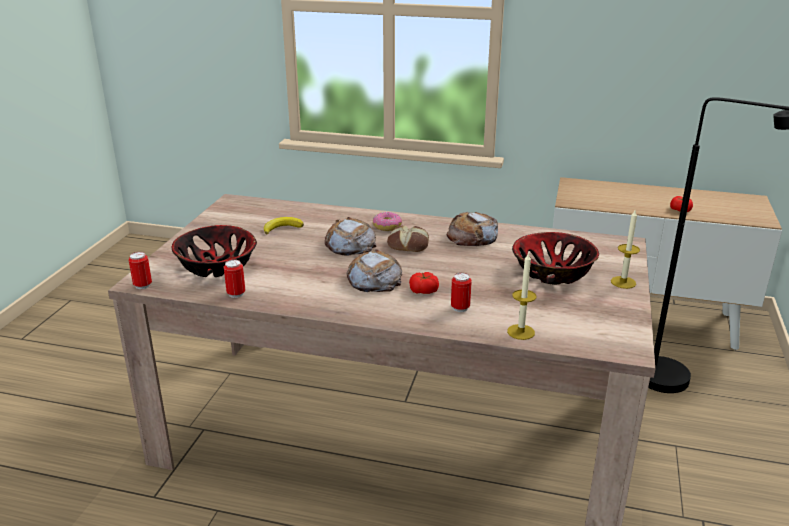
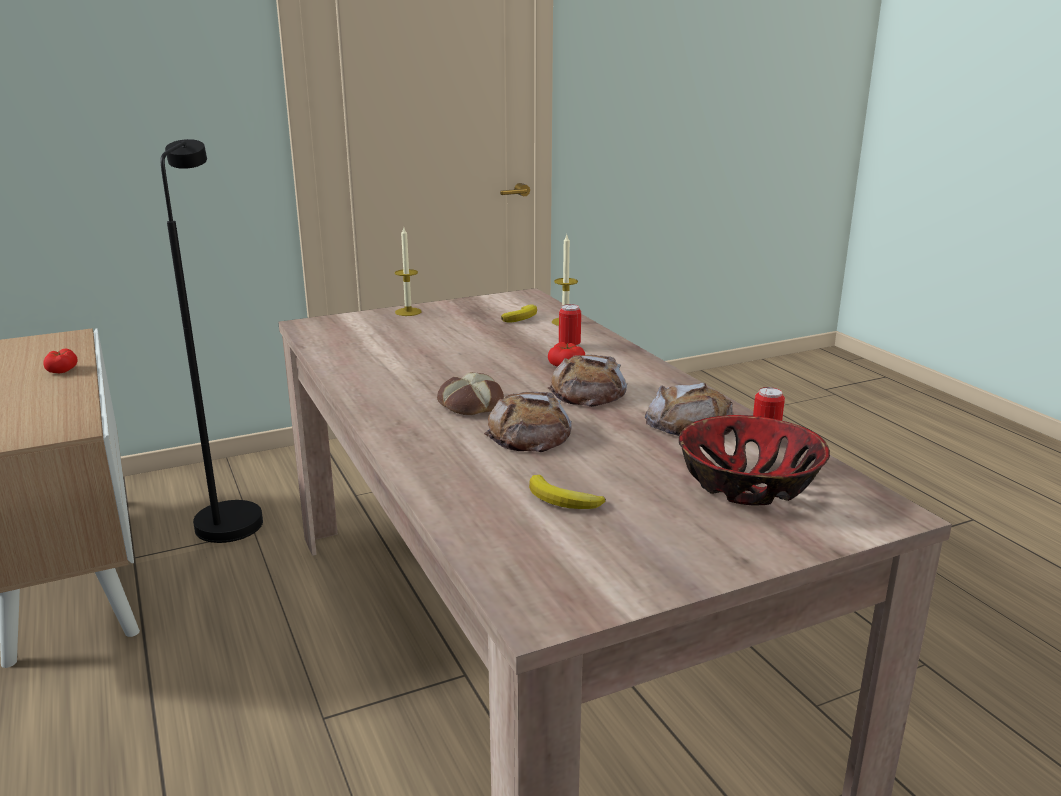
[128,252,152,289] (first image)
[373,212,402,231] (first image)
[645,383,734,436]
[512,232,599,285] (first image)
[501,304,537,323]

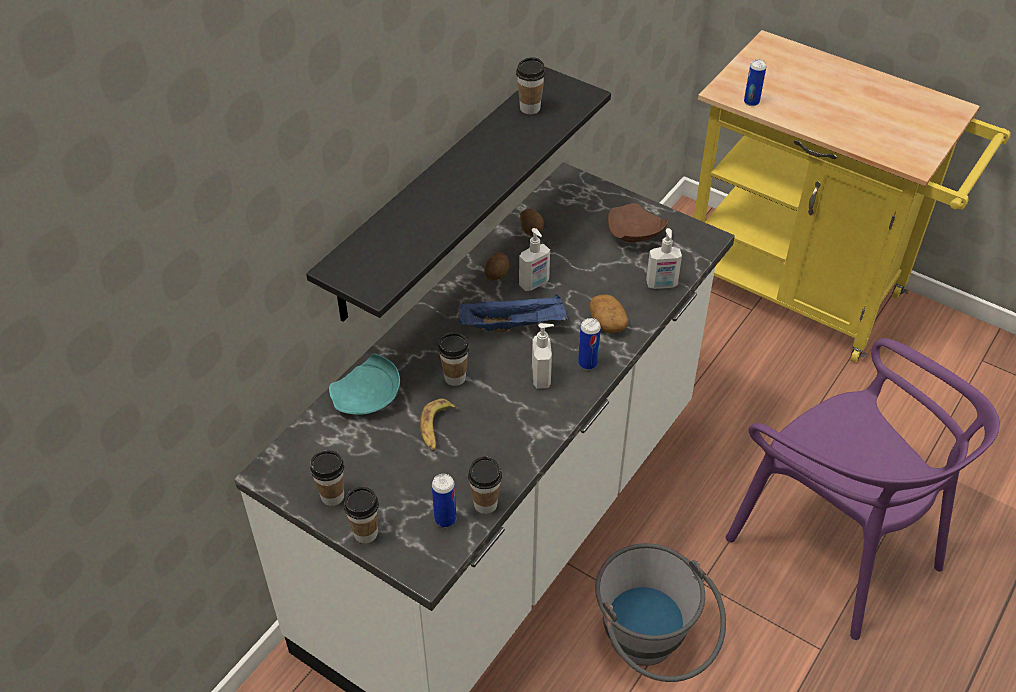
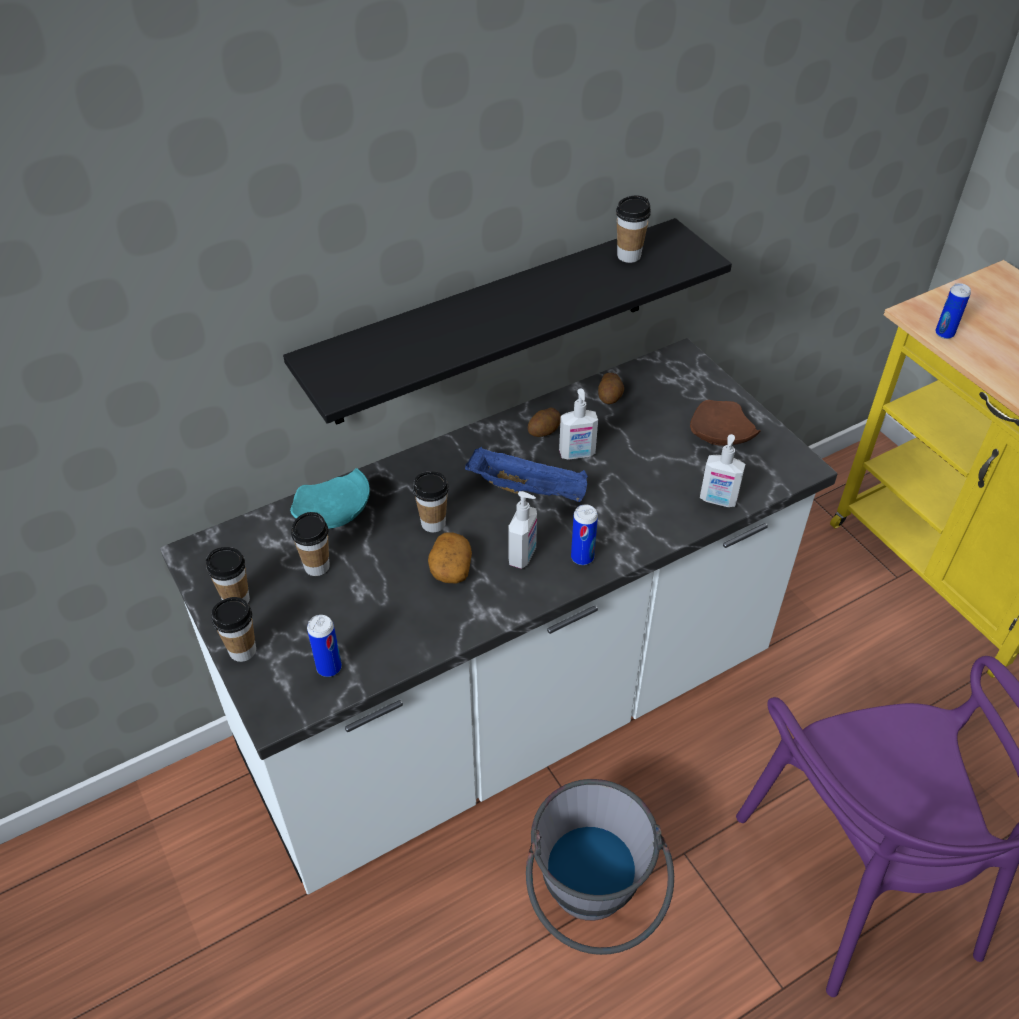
[420,399,458,452] (first image)
[291,512,330,576]
[428,532,472,584]

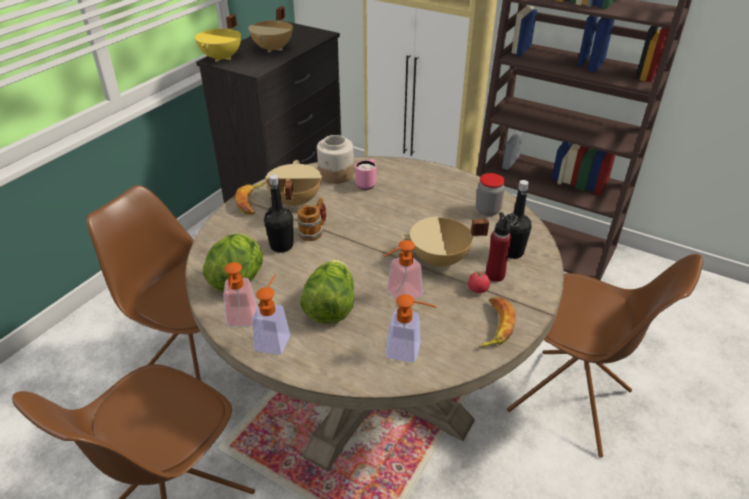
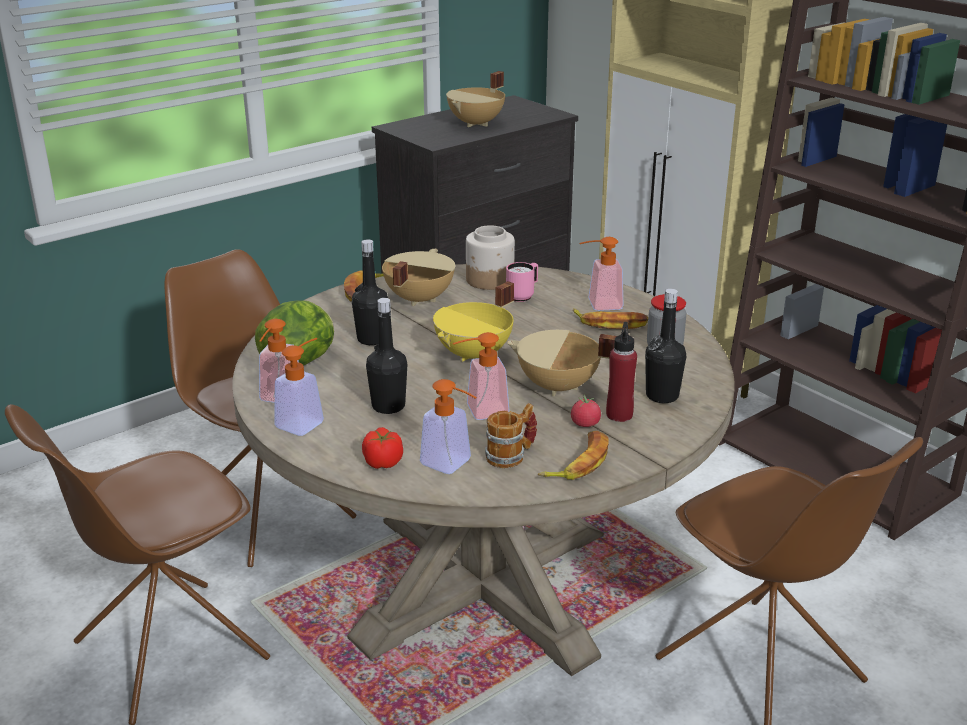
[433,281,514,362]
[485,403,537,468]
[366,298,407,414]
[362,427,403,469]
[573,308,648,329]
[579,237,624,311]

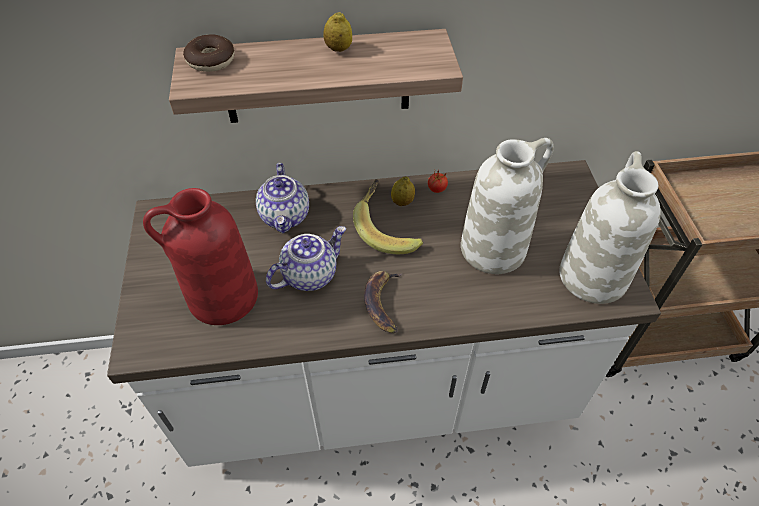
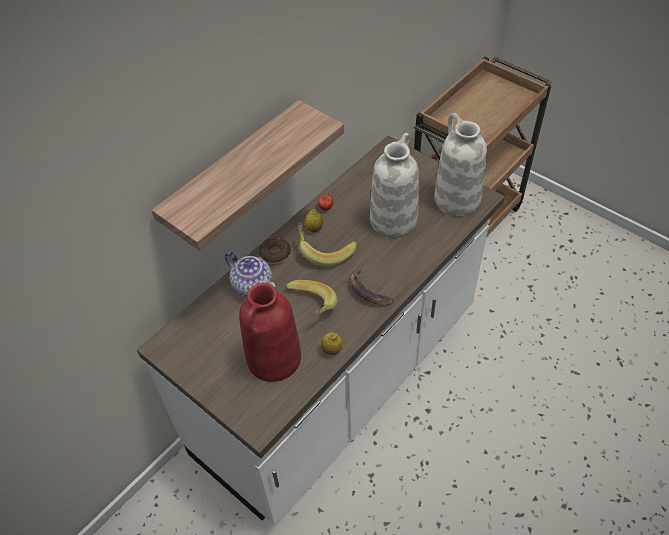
[259,238,291,264]
[285,280,338,316]
[321,332,342,355]

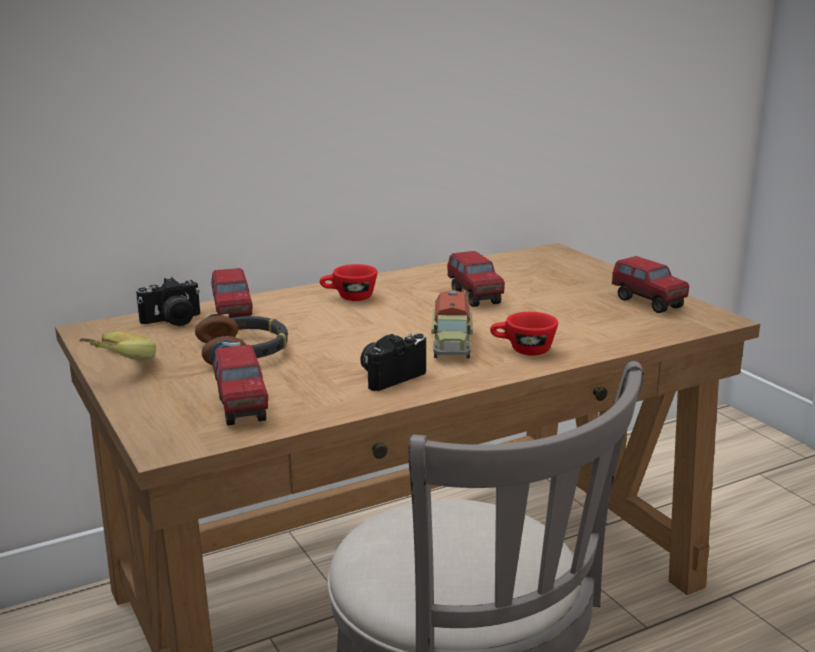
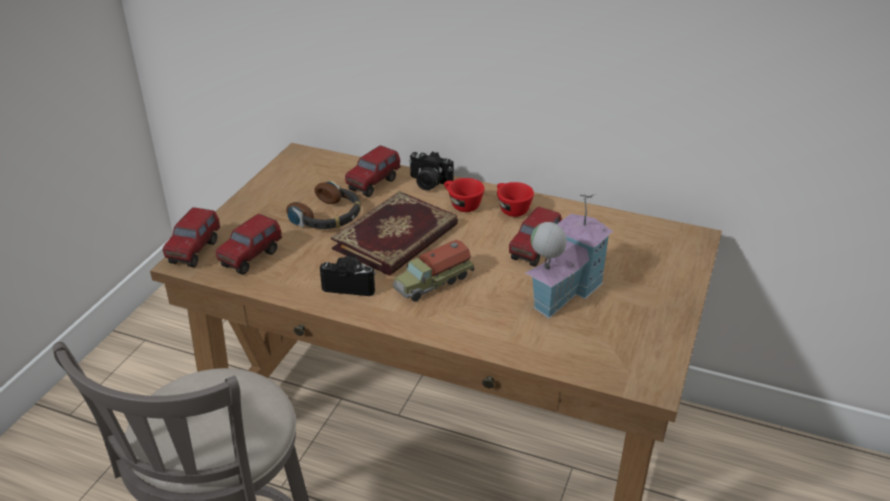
[79,332,156,361] (first image)
[409,151,454,191]
[497,182,534,217]
[163,207,220,267]
[331,191,458,276]
[525,194,613,319]

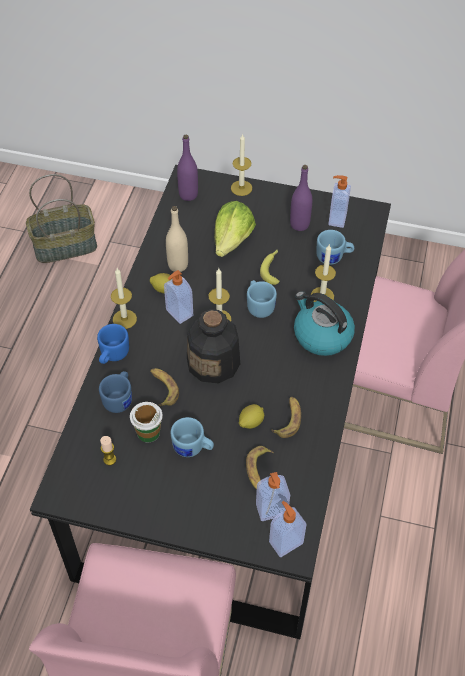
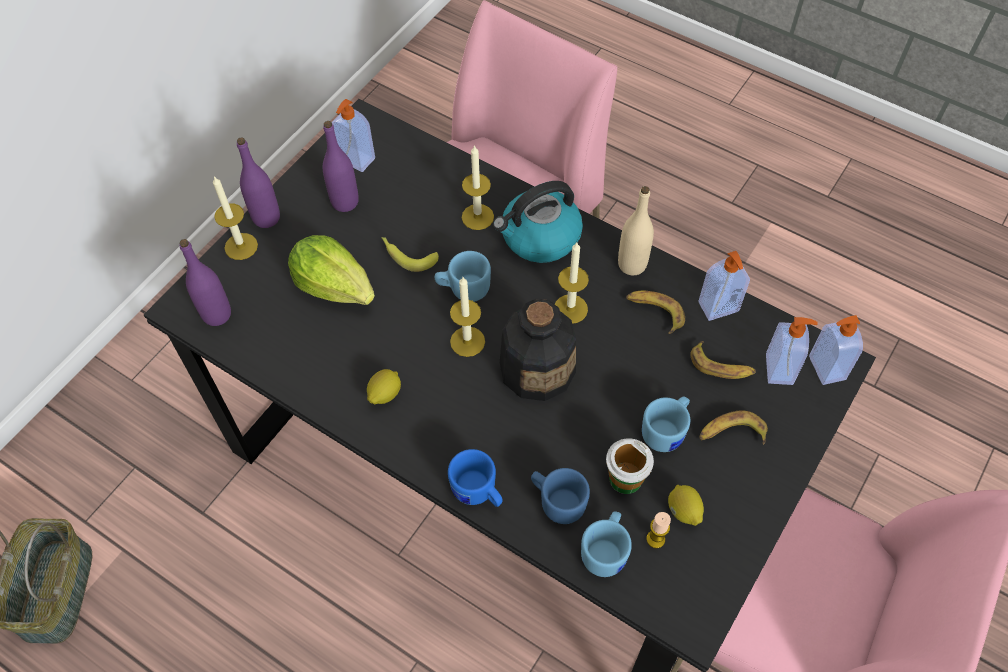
[555,242,589,323]
[699,411,768,445]
[698,251,750,321]
[618,186,654,275]
[668,485,704,526]
[581,511,632,577]
[237,138,280,228]

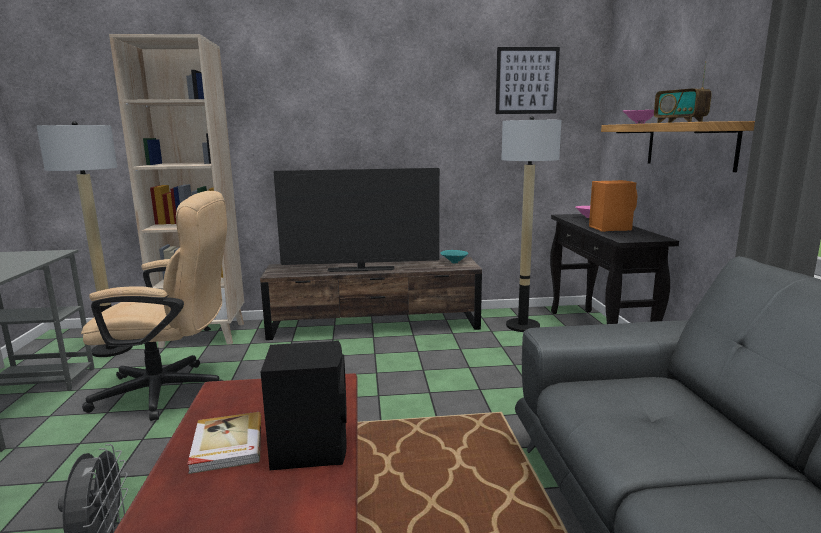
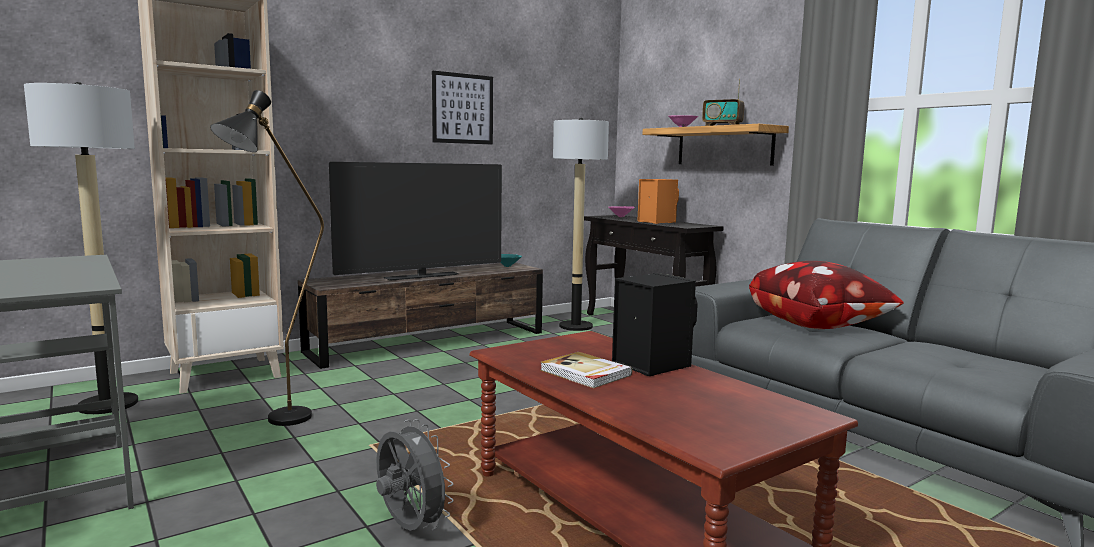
[210,90,324,426]
[432,71,493,144]
[749,261,904,329]

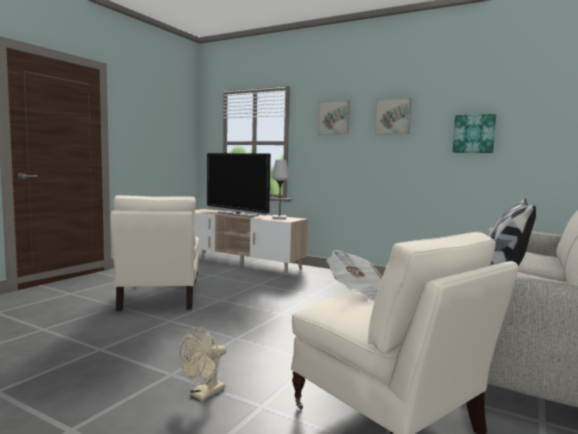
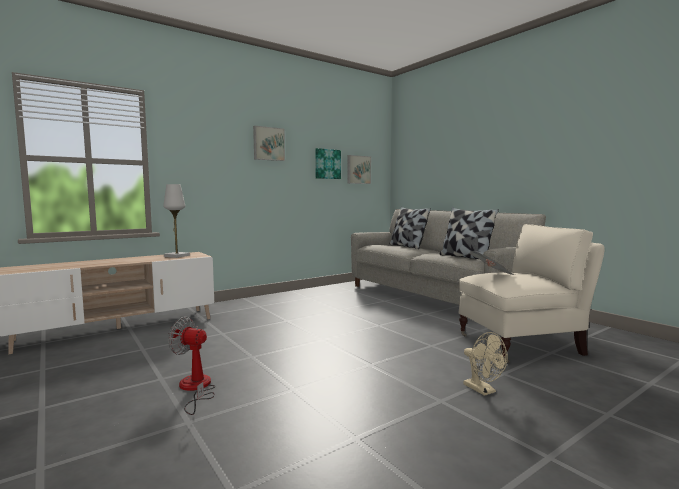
[168,317,215,415]
[207,153,271,217] (first image)
[347,155,371,184]
[389,207,431,249]

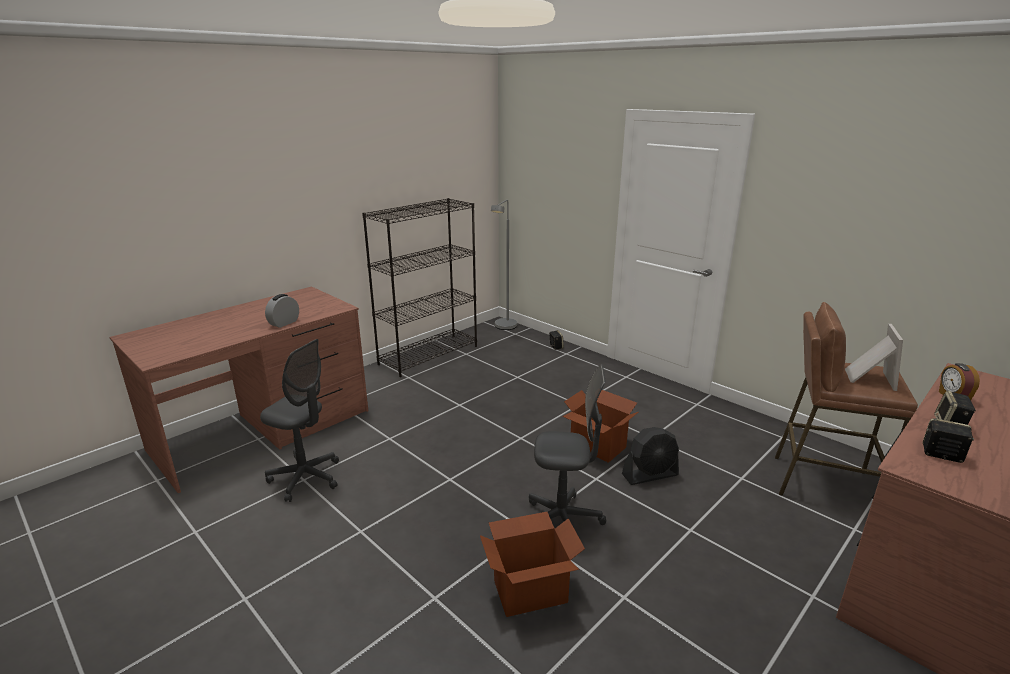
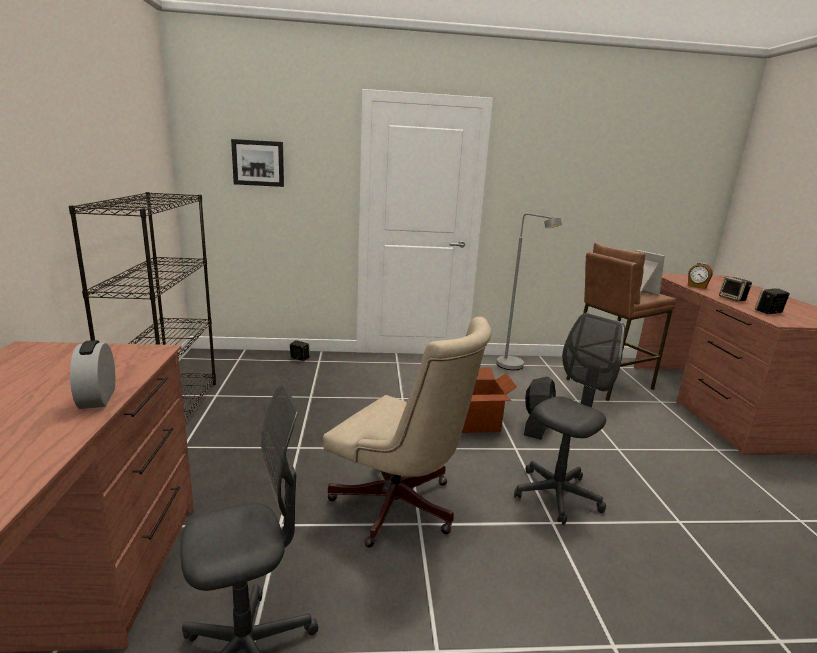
[480,512,585,617] (first image)
[496,213,562,370]
[231,139,284,187]
[323,317,492,547]

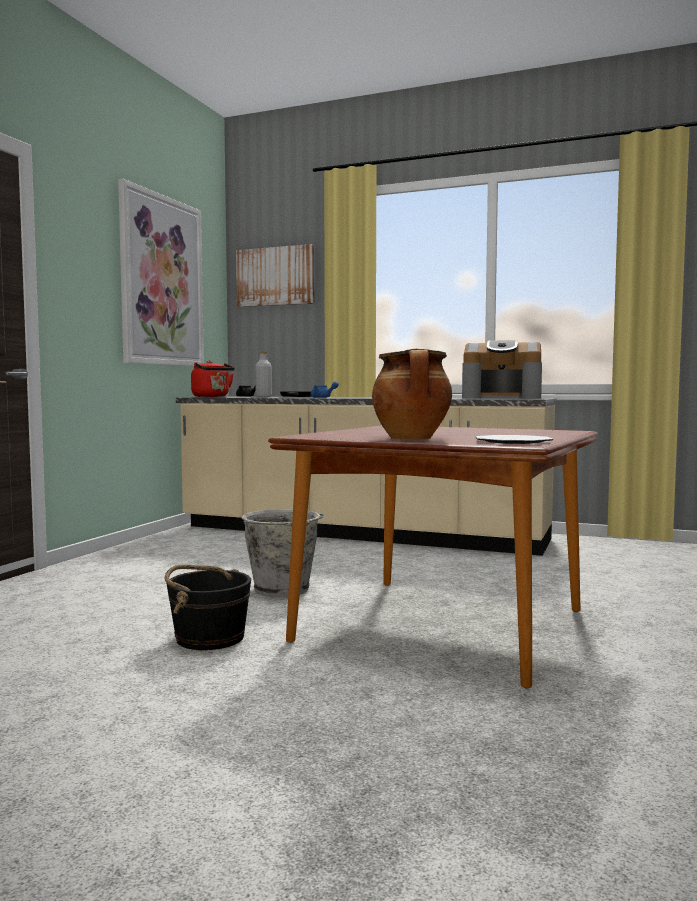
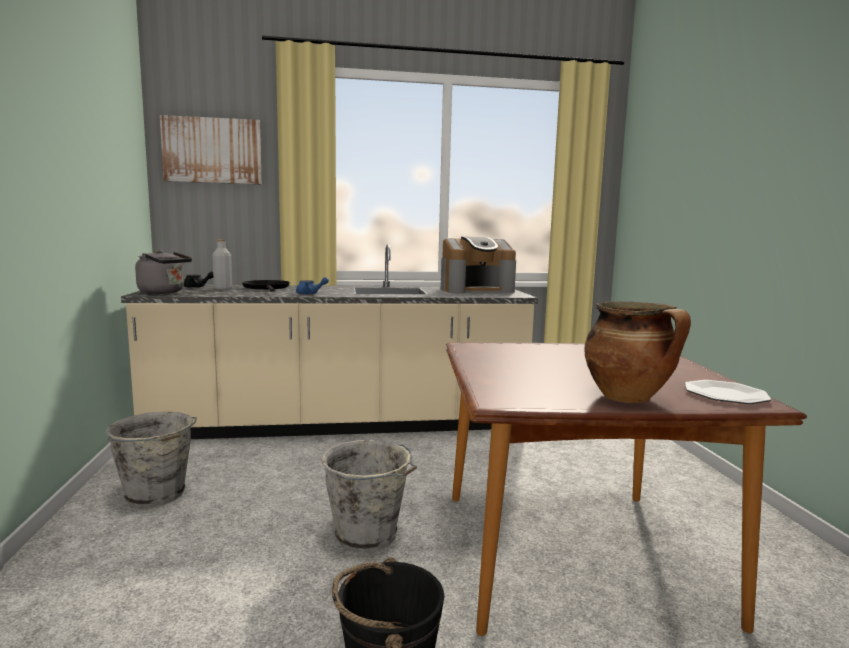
[118,179,204,366] (first image)
[135,250,192,294]
[106,411,197,508]

